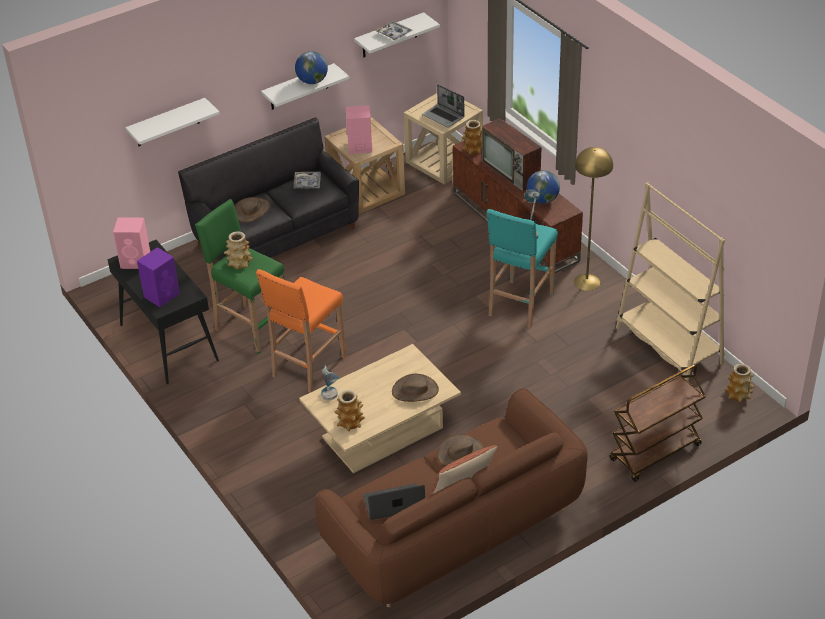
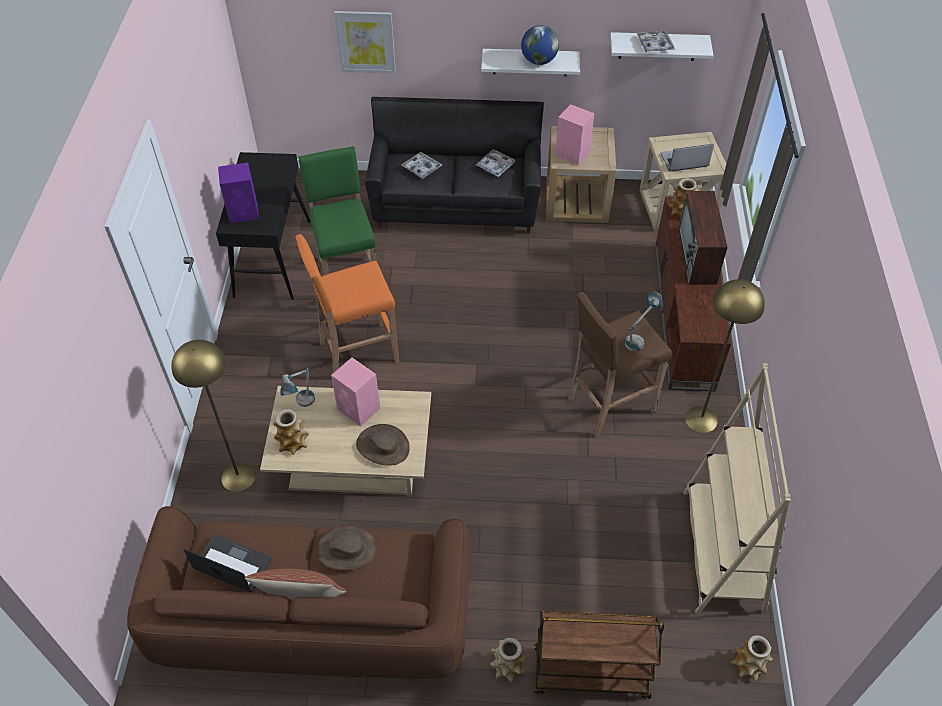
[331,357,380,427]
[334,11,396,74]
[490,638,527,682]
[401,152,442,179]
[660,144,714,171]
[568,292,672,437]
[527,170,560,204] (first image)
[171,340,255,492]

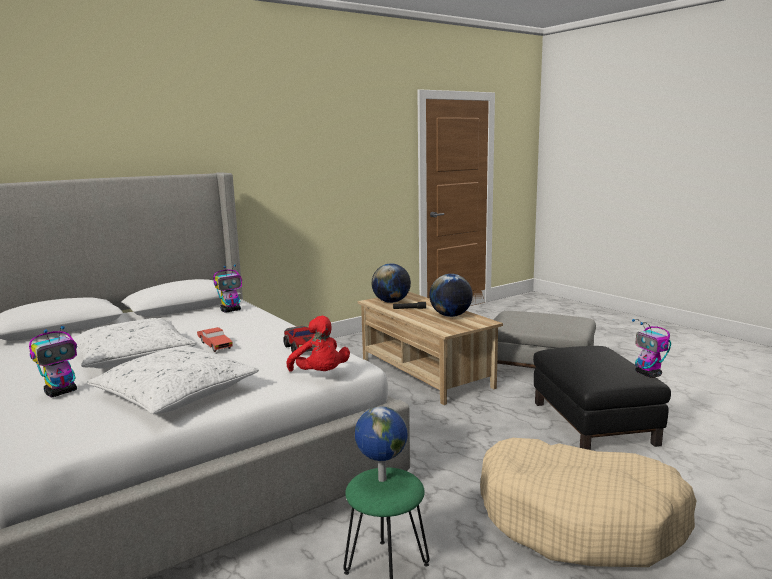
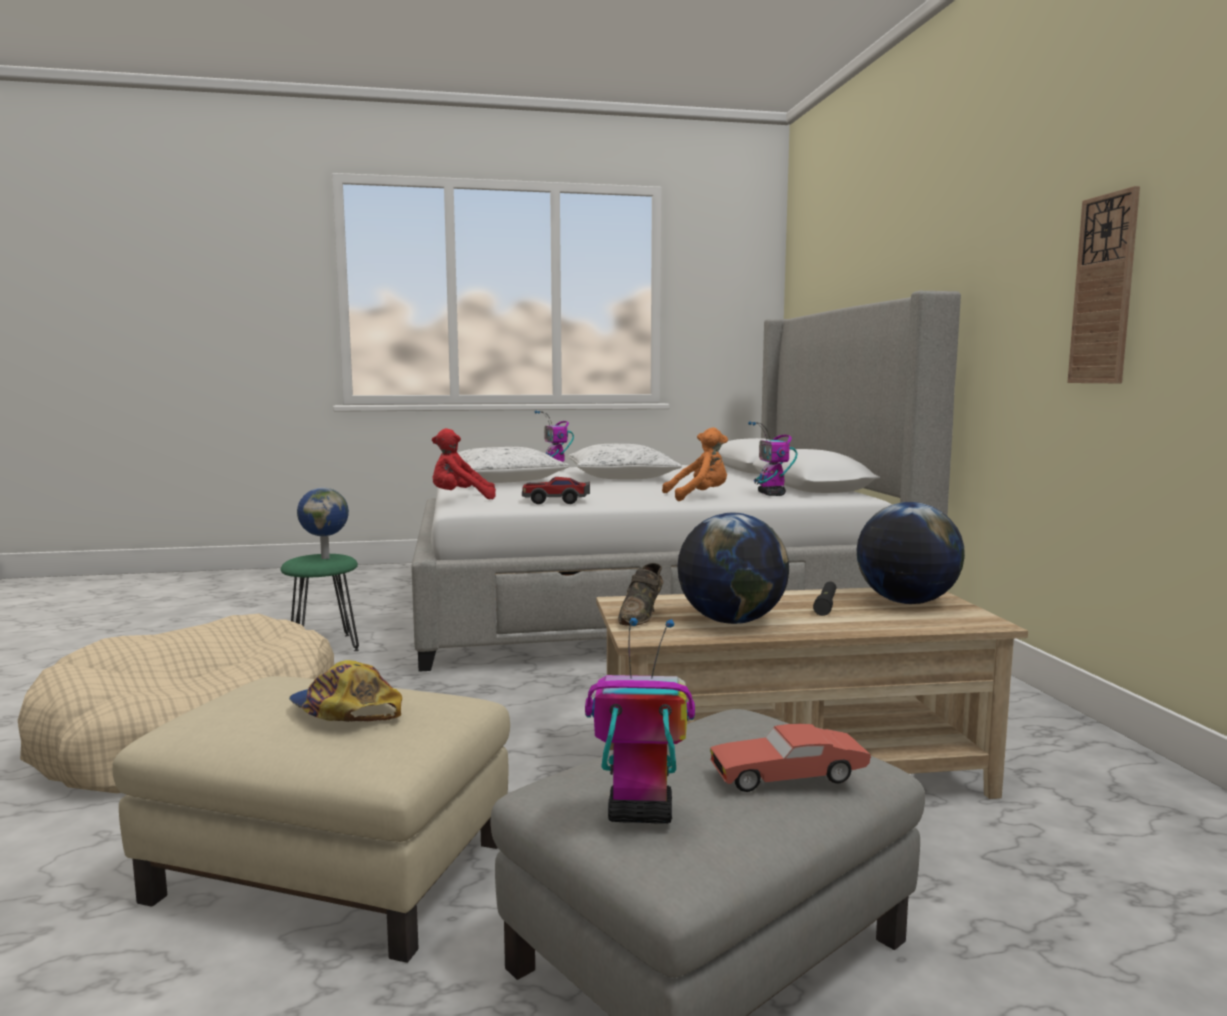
[710,724,871,792]
[112,676,510,963]
[585,618,695,824]
[289,660,402,722]
[618,563,663,626]
[662,428,728,501]
[1067,186,1140,383]

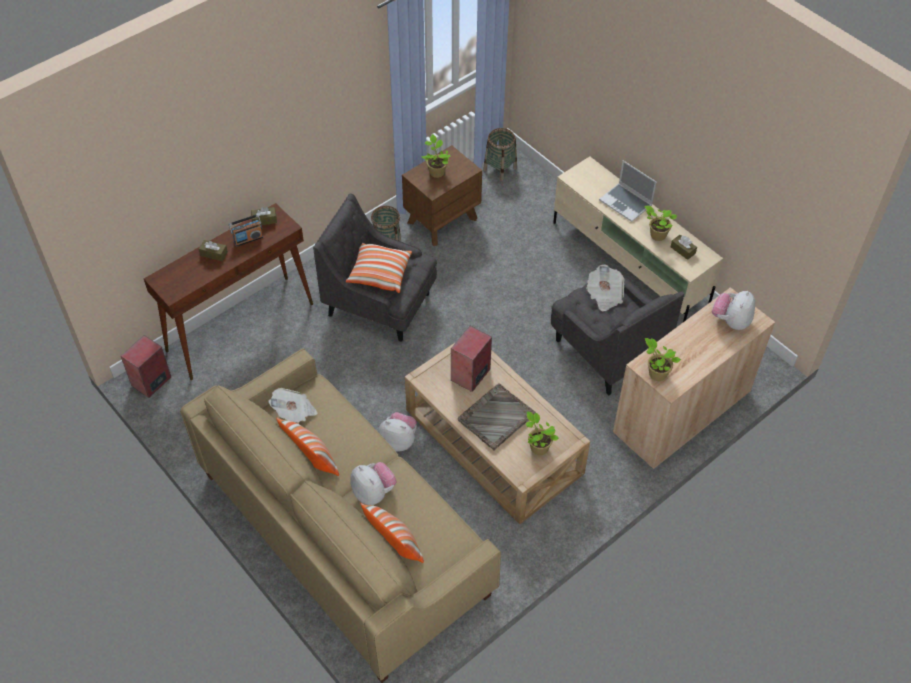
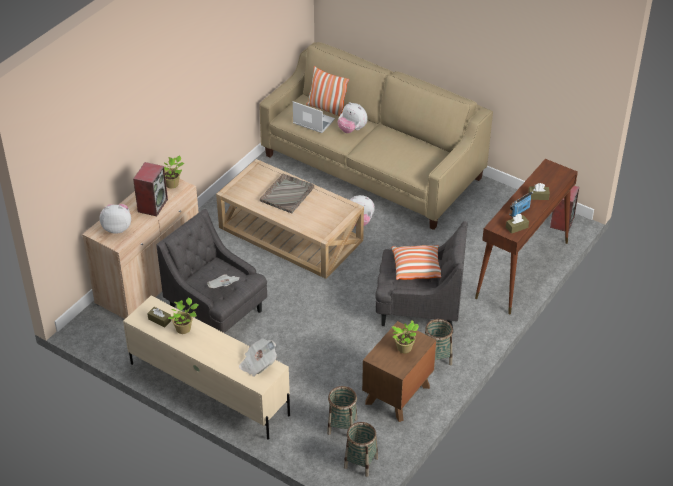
[239,338,277,377]
[276,417,339,476] (first image)
[133,162,168,216]
[526,411,559,455] (first image)
[293,101,335,133]
[99,204,131,234]
[327,386,357,435]

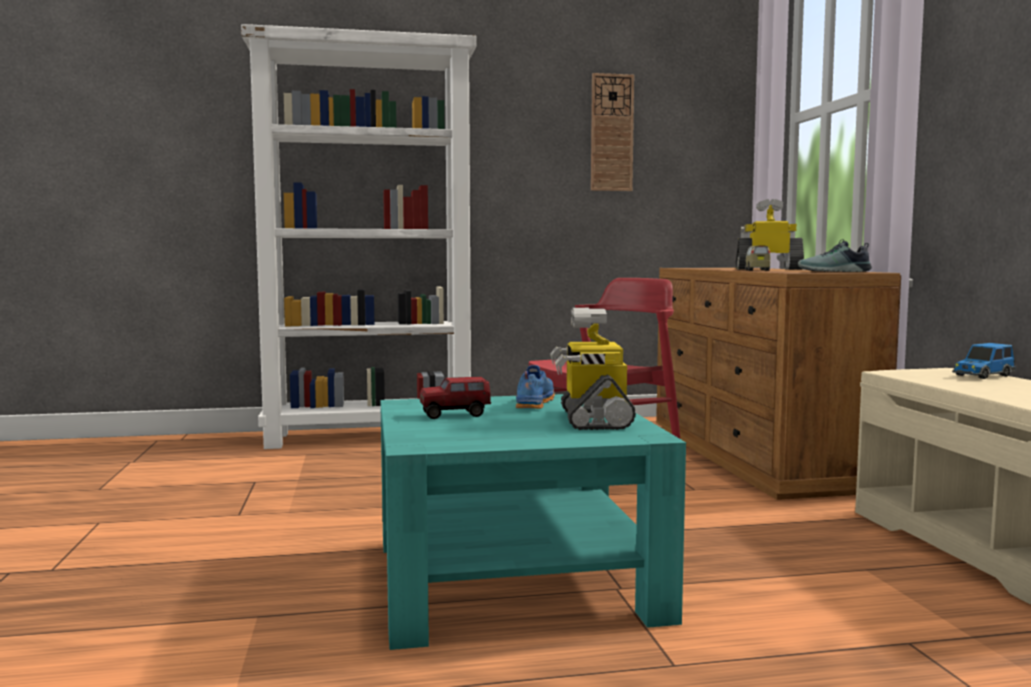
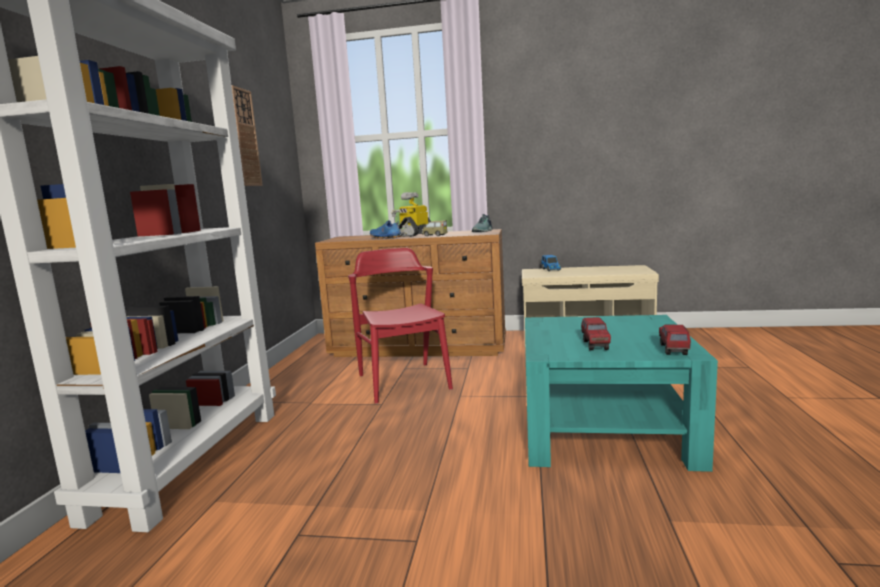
[370,220,402,239]
[550,308,636,430] (first image)
[659,325,691,355]

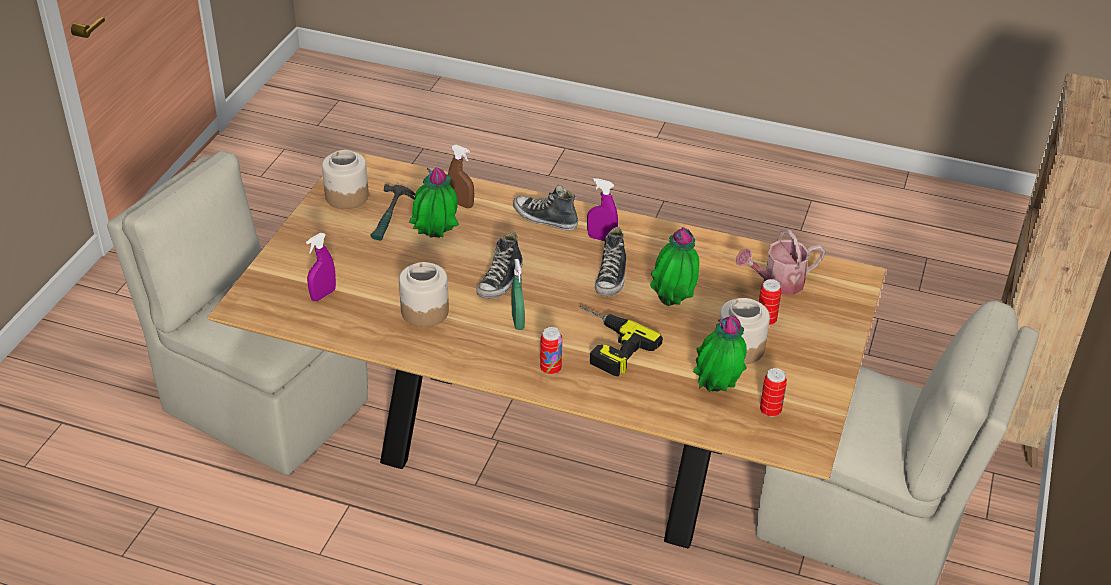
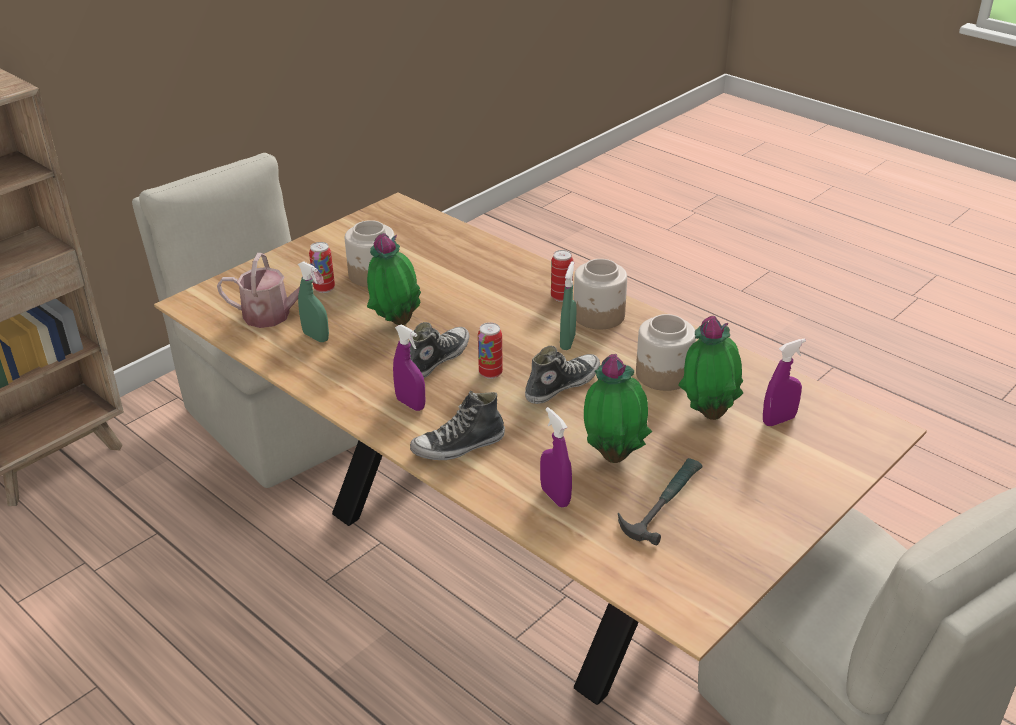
[574,259,627,329]
[540,407,572,508]
[410,391,505,460]
[580,306,663,376] (first image)
[678,316,743,420]
[478,322,503,379]
[298,261,329,342]

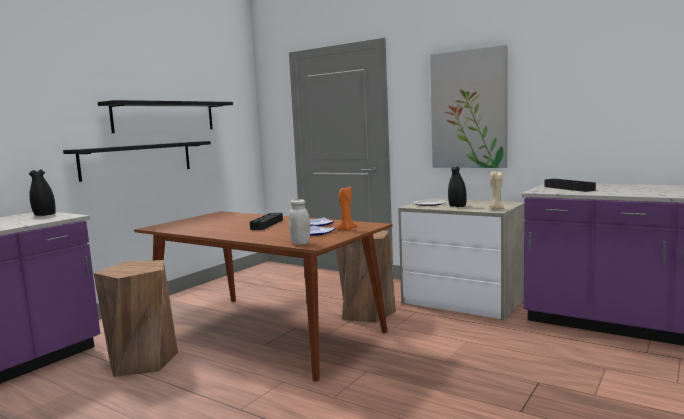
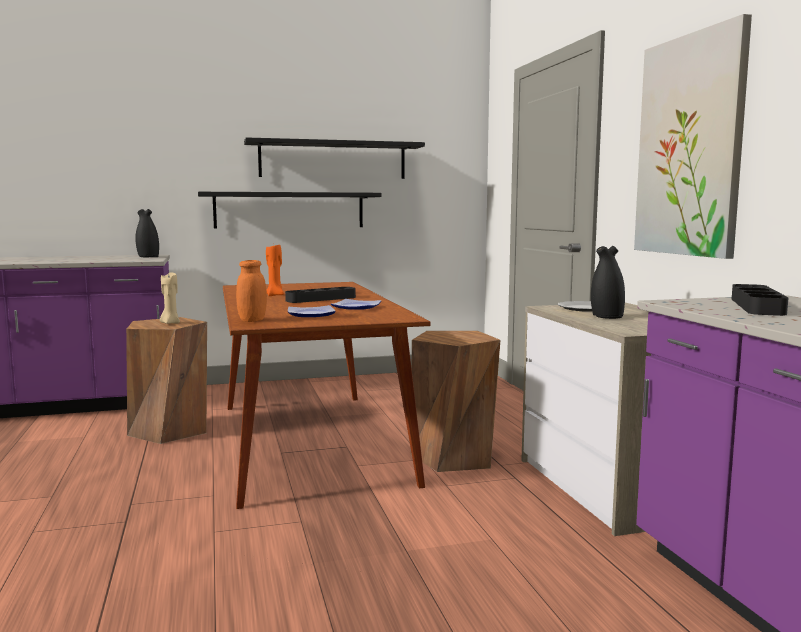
[236,260,267,322]
[266,244,284,296]
[160,272,180,324]

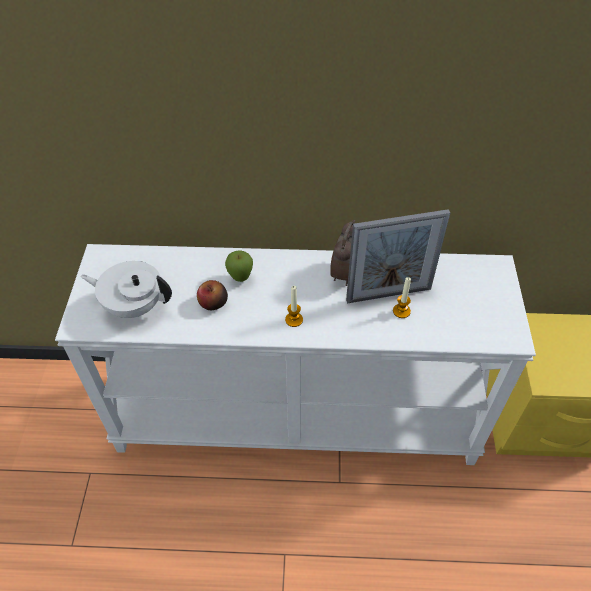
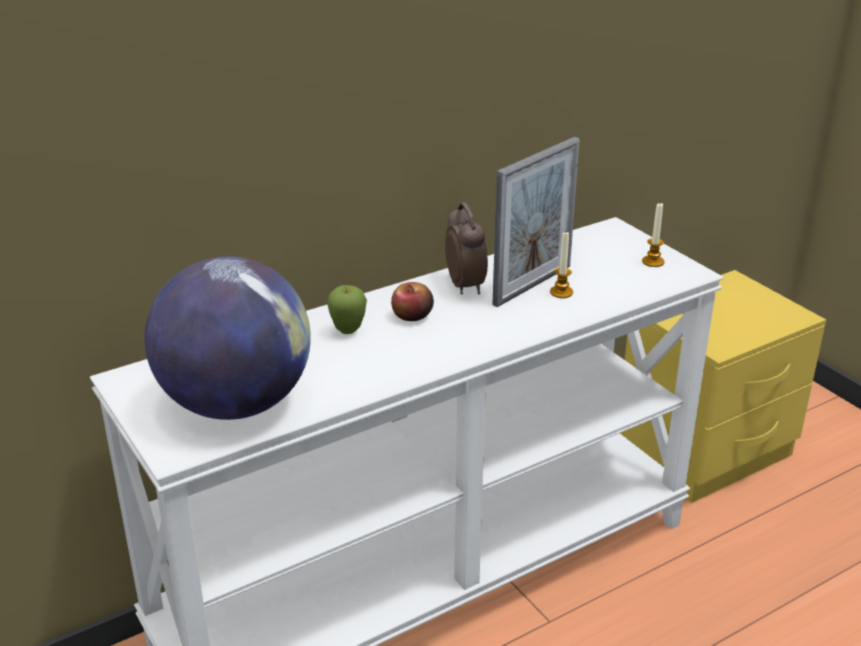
[145,256,311,420]
[391,282,434,321]
[642,203,665,267]

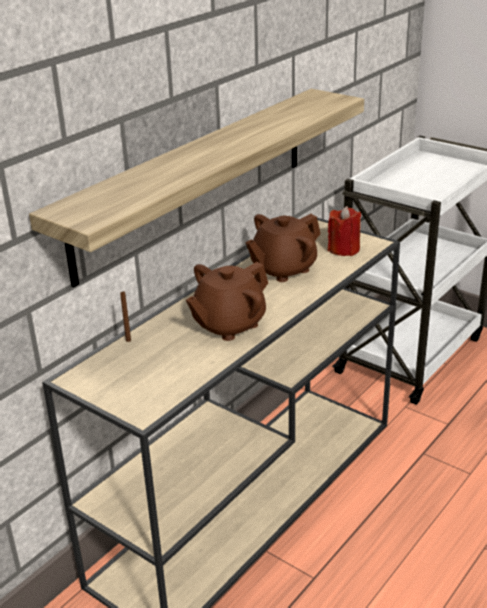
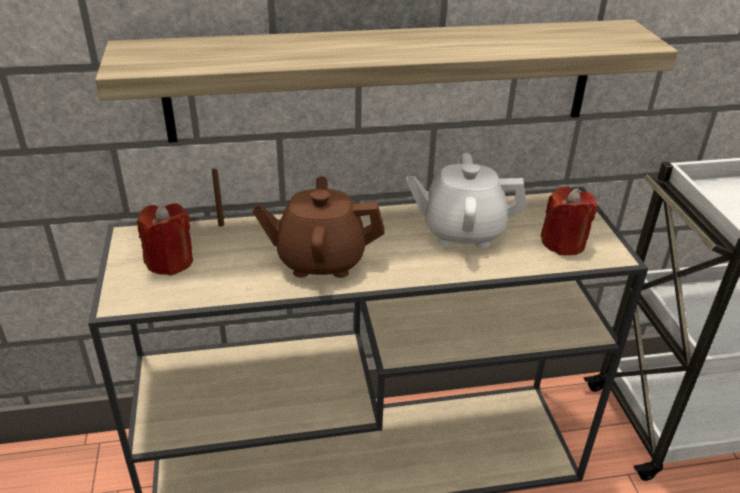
[406,153,527,248]
[137,203,193,276]

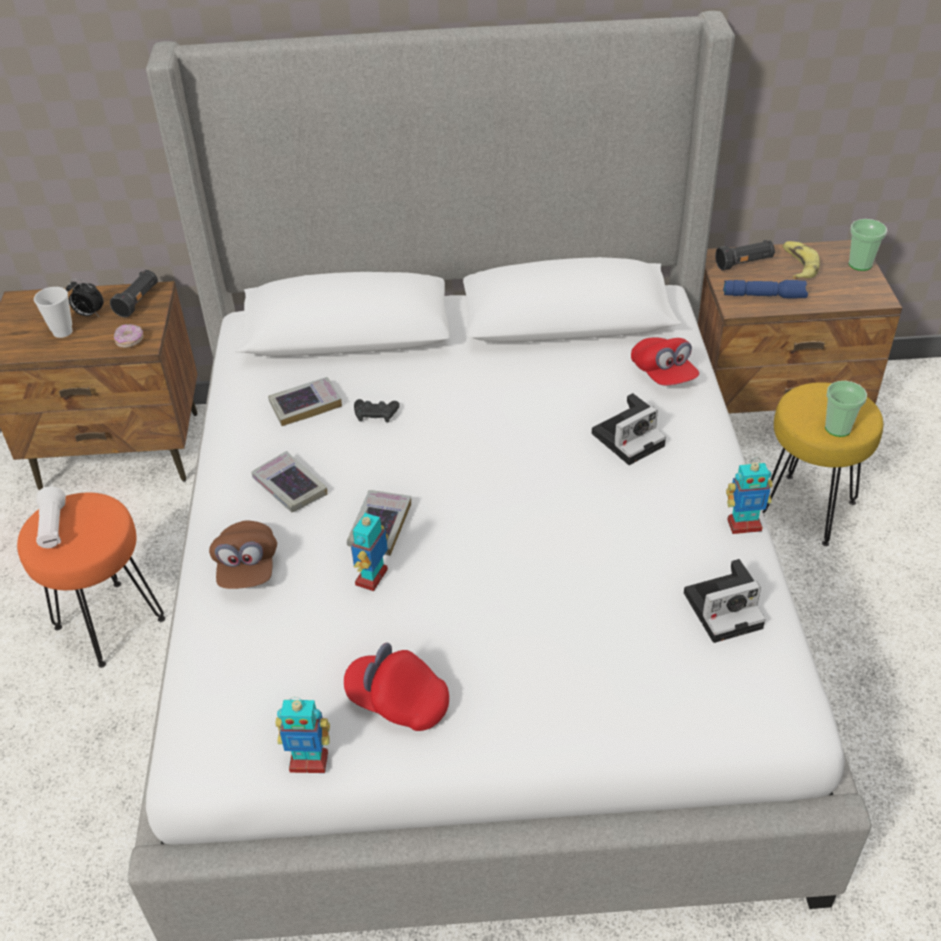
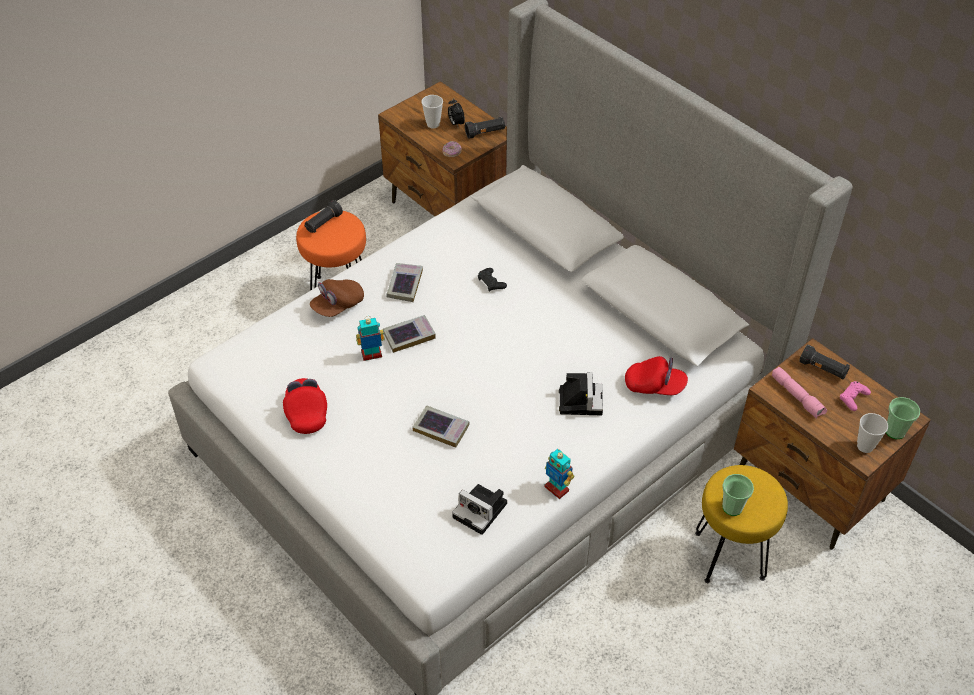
[305,200,343,233]
[412,405,470,448]
[276,697,330,773] (first image)
[559,372,603,416]
[625,356,688,395]
[772,367,827,419]
[840,381,871,411]
[857,413,888,453]

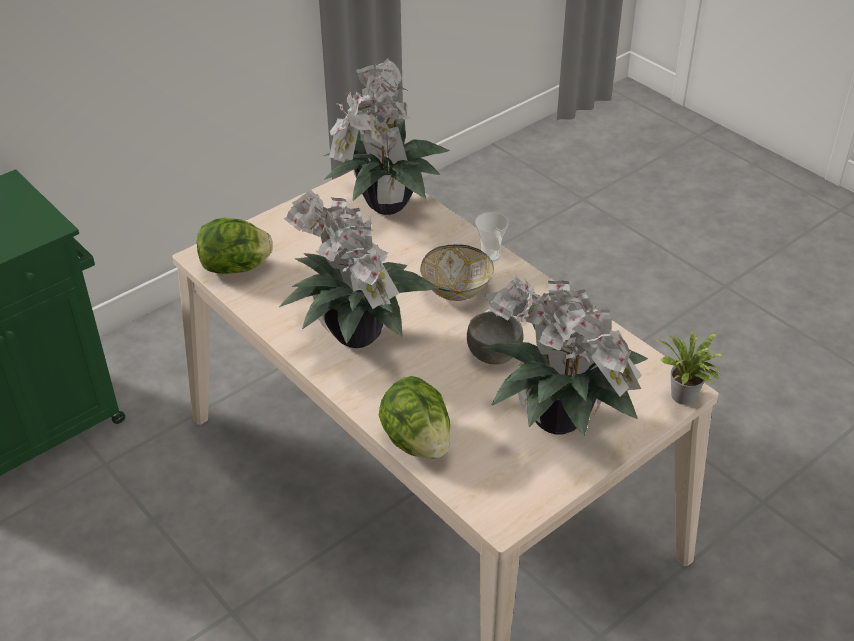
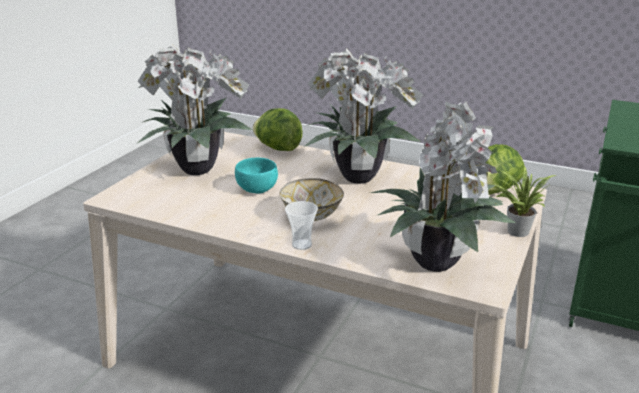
[235,158,278,193]
[493,167,555,237]

